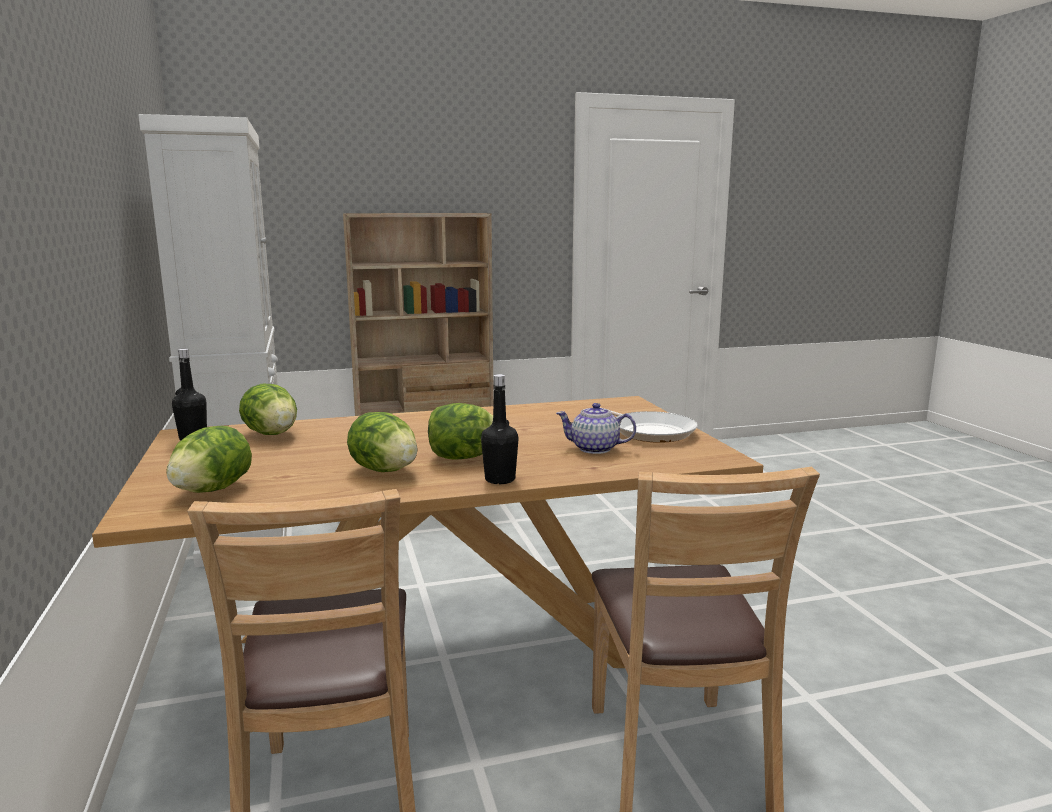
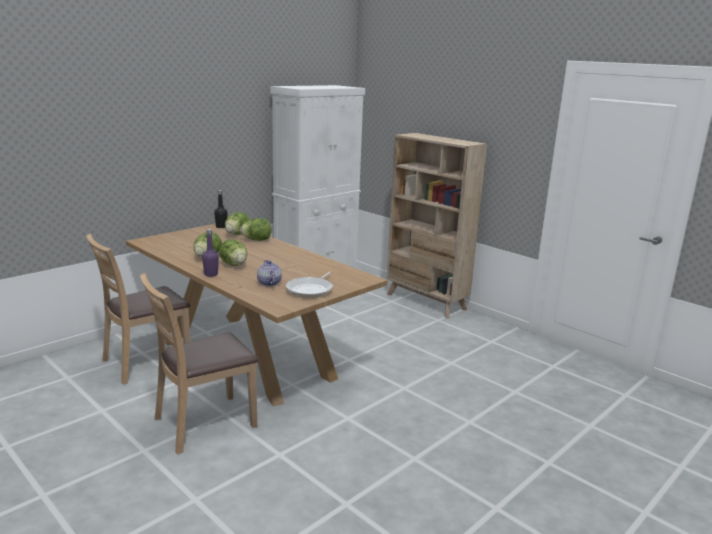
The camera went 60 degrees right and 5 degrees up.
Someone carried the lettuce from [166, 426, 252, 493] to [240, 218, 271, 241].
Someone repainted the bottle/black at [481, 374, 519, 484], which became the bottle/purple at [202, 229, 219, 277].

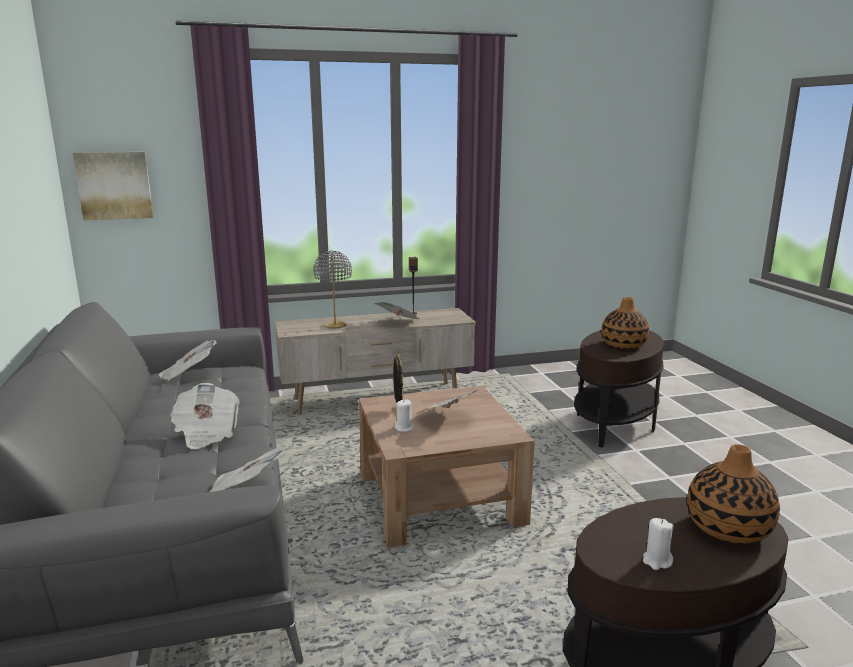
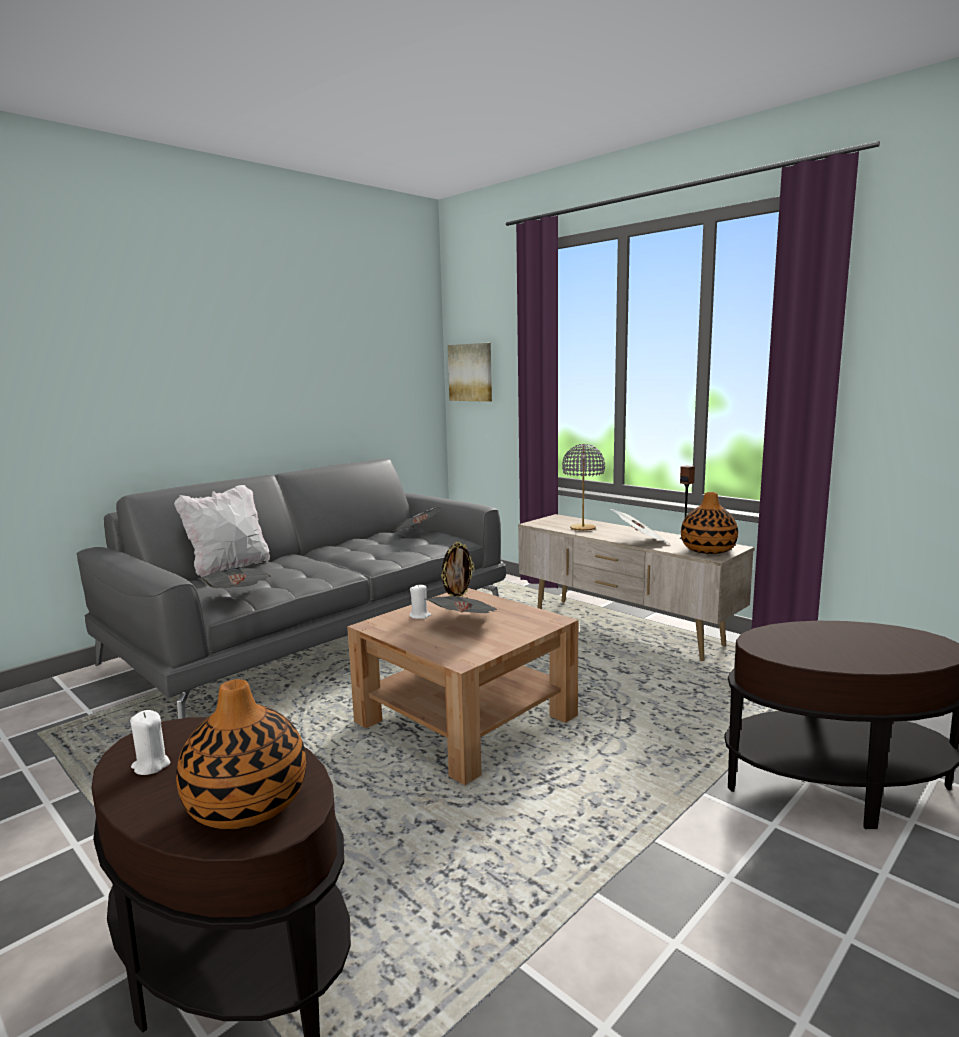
The camera went 60 degrees right and 5 degrees down.
Someone took away the newspaper at [170, 383, 240, 449].
Someone carried the vase from [601, 297, 649, 349] to [681, 492, 738, 554].
Someone put down the pillow/white at [174, 485, 270, 577].

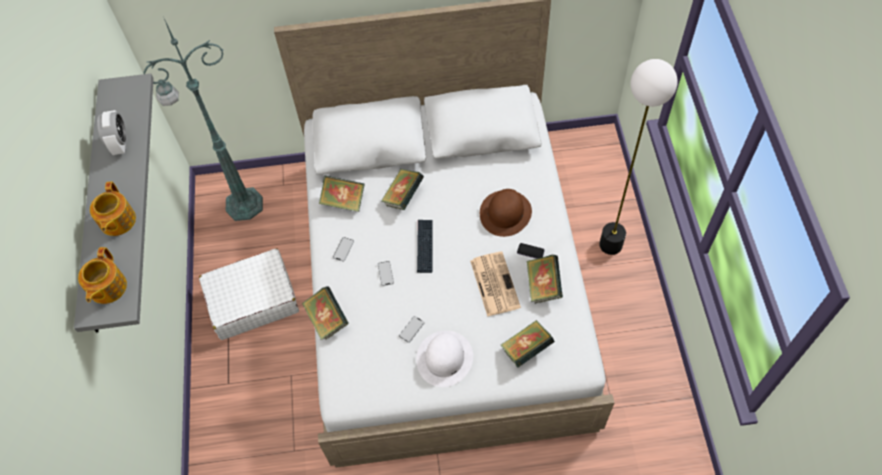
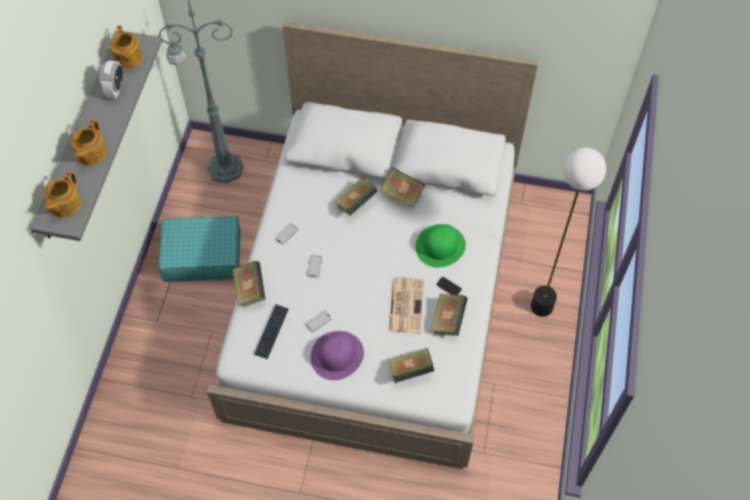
The camera went 15 degrees right and 0 degrees up.
Someone repainted the suitcase/white at [199, 248, 299, 340], which became the suitcase/turquoise at [158, 216, 241, 282].
Someone carried the book from [319, 176, 364, 212] to [380, 167, 425, 208].
Someone repainted the hat/white at [416, 331, 473, 387], which became the hat/purple at [311, 331, 364, 380].
Someone carried the keyboard from [417, 220, 432, 273] to [254, 304, 289, 359].
Someone repainted the hat/brown at [480, 189, 532, 237], which became the hat/green at [416, 224, 466, 268].
Someone put down the teapot at [109, 25, 143, 69].

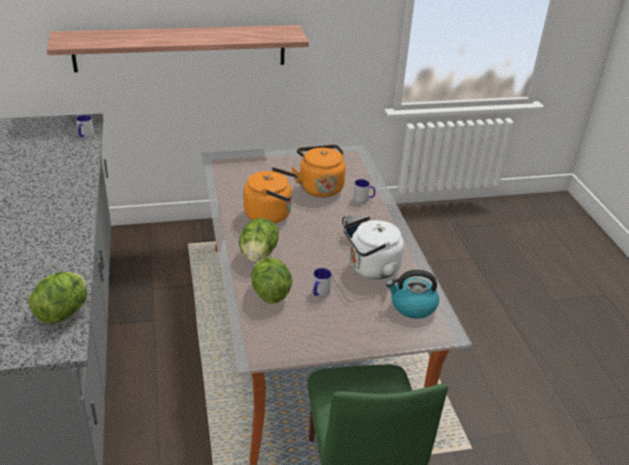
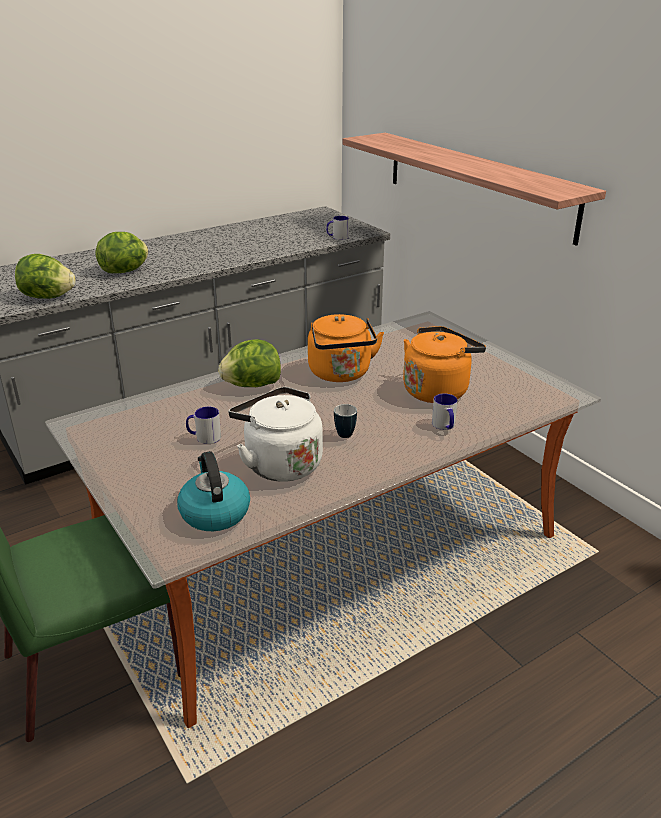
The camera went 70 degrees right and 5 degrees down.
Someone carried the lettuce from [251, 257, 293, 303] to [95, 232, 148, 273].

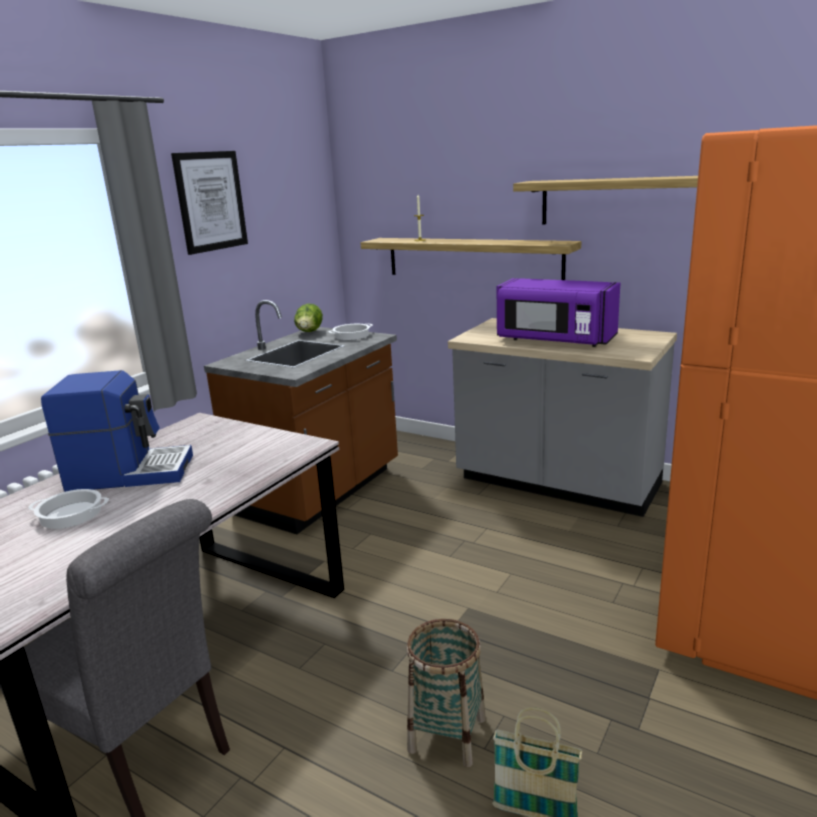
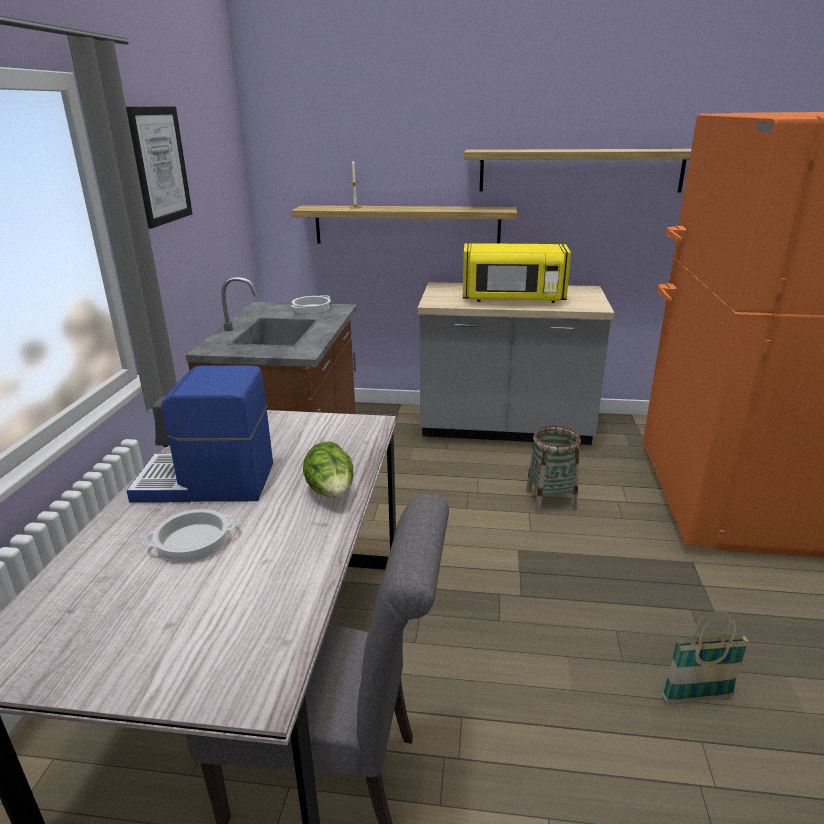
The camera went 25 degrees left and 5 degrees up.
Someone rotated the coffee machine at [41, 370, 193, 492] by 150 degrees counterclockwise.
Someone carried the lettuce from [294, 304, 323, 332] to [303, 441, 353, 497].
Someone carried the basket from [407, 619, 486, 767] to [526, 426, 581, 512].
Someone repainted the microwave/purple at [497, 278, 620, 347], which became the microwave/yellow at [463, 243, 571, 303].

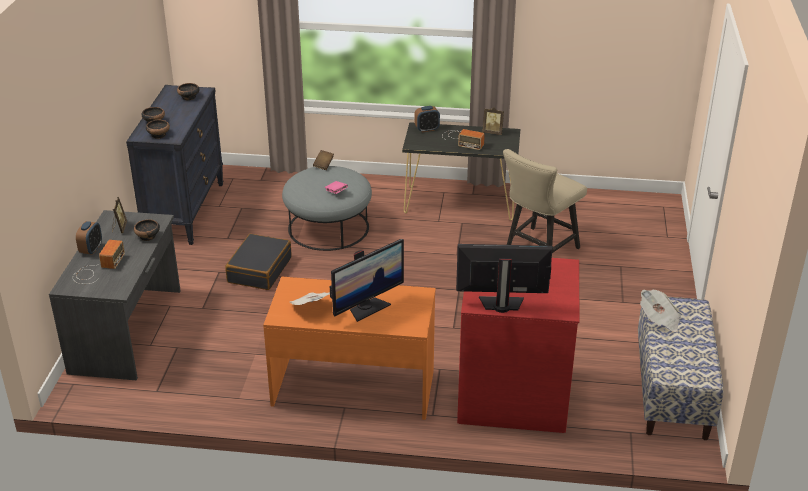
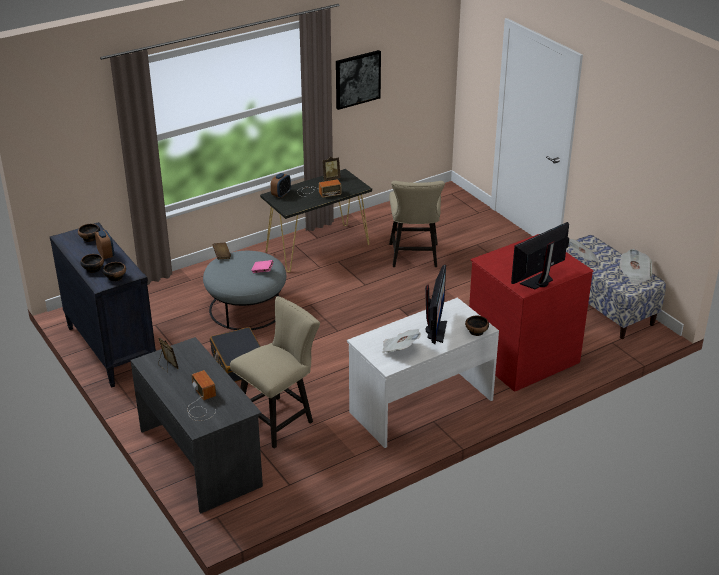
The camera went 40 degrees left and 0 degrees up.
Someone carried the alarm clock from [76, 221, 102, 255] to [95, 230, 114, 259].
Someone carried the bowl from [134, 219, 160, 241] to [465, 315, 489, 336].
Someone repainted the desk/orange at [263, 276, 436, 420], which became the desk/white at [347, 298, 499, 448].
Someone put down the chair/beige at [230, 296, 320, 449].
Someone put up the picture at [336, 50, 381, 110].
Someone put down the newspaper at [619, 249, 652, 285].

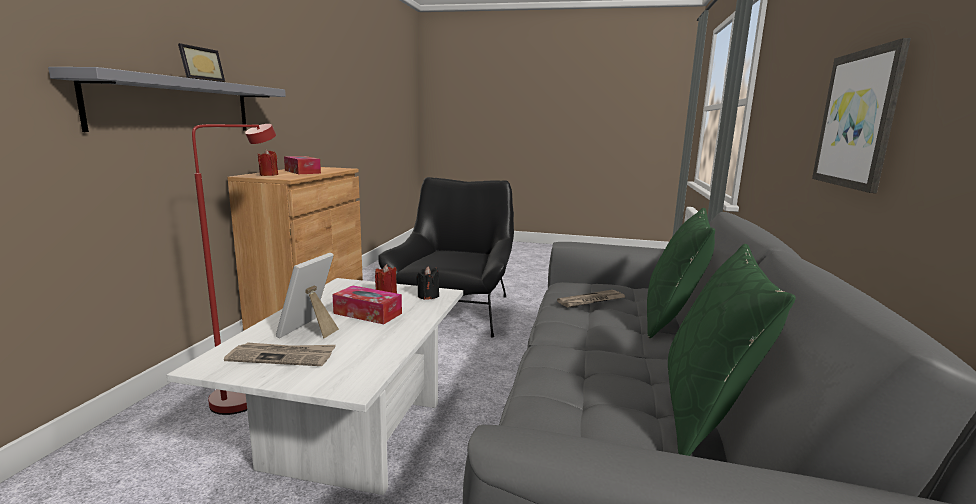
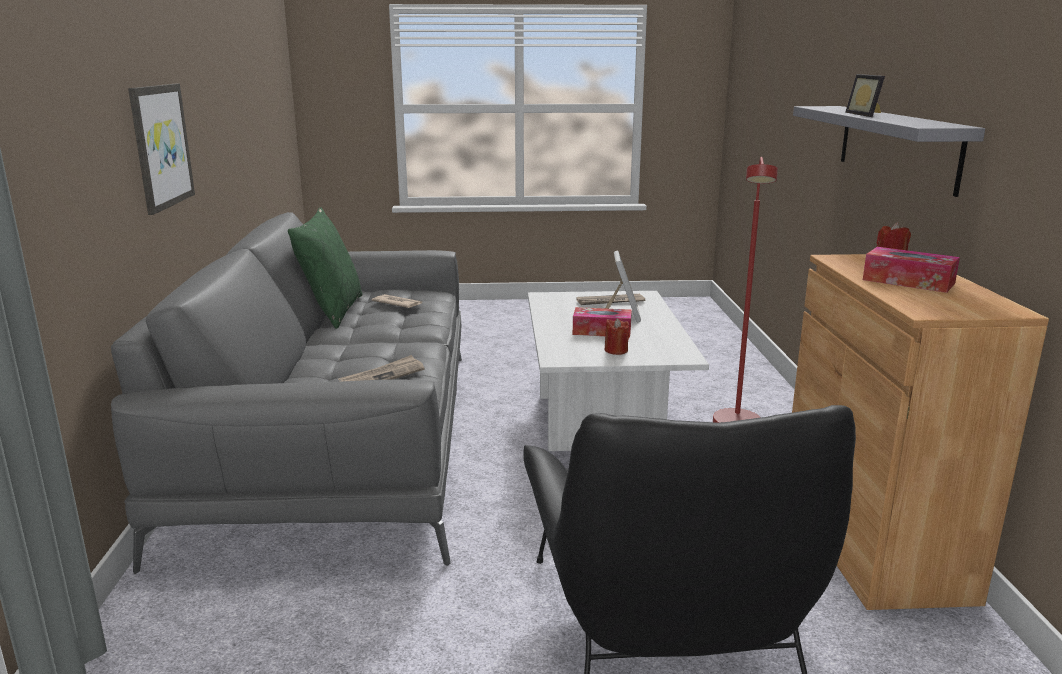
The camera went 165 degrees right and 5 degrees up.
Someone took away the candle/black at [416, 266, 439, 300].
Someone took away the pillow/green at [647, 208, 715, 338].
Someone put down the newspaper at [372, 294, 422, 308].

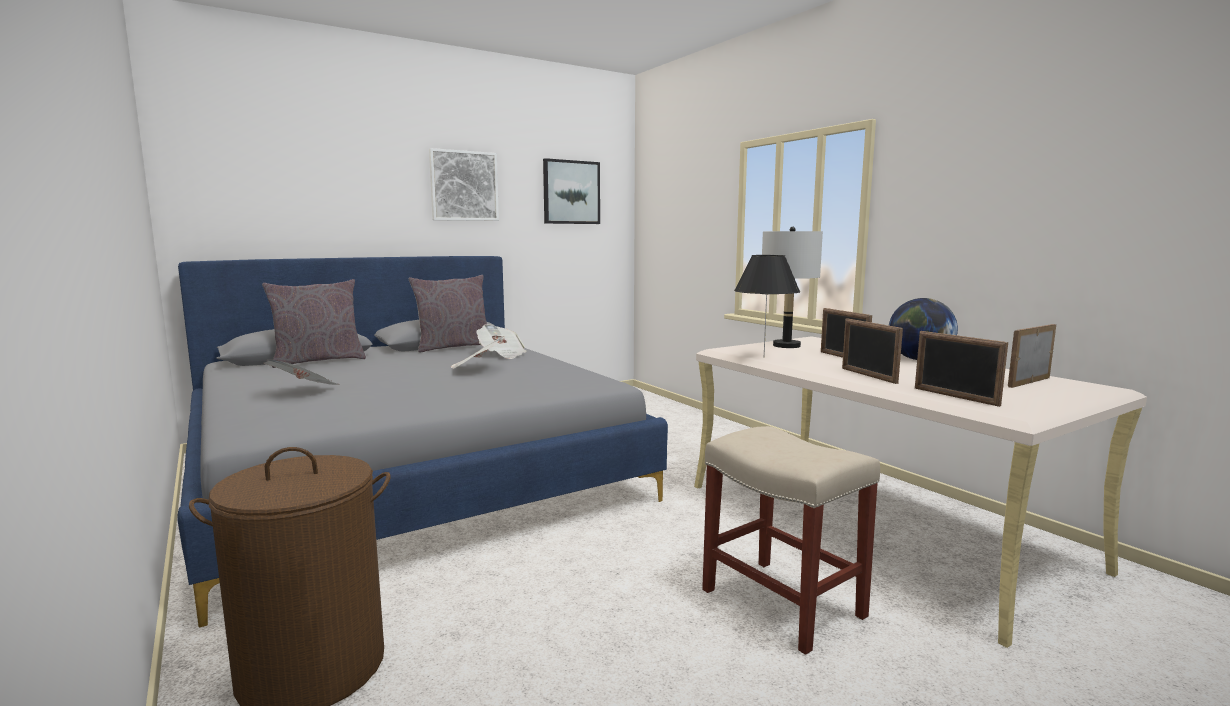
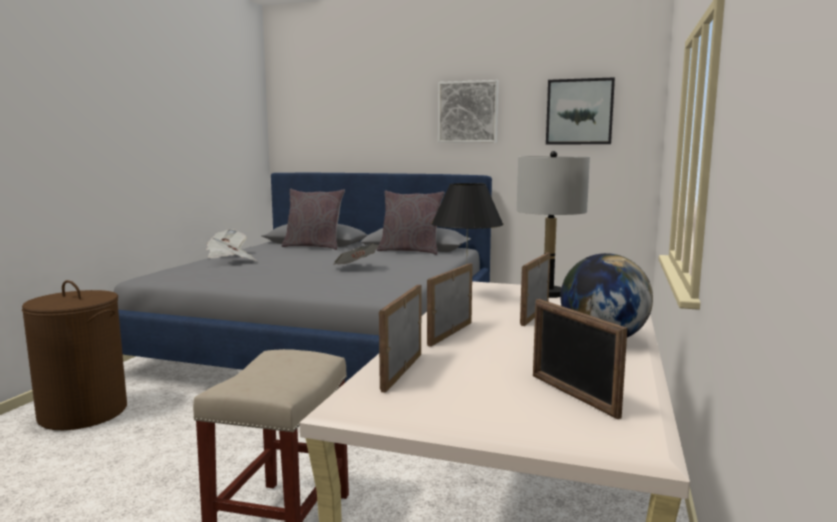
The camera went 50 degrees right and 0 degrees up.
Someone carried the newspaper from [476, 324, 527, 359] to [206, 229, 247, 258].
Someone rotated the picture frame at [1008, 324, 1056, 388] by 135 degrees counterclockwise.

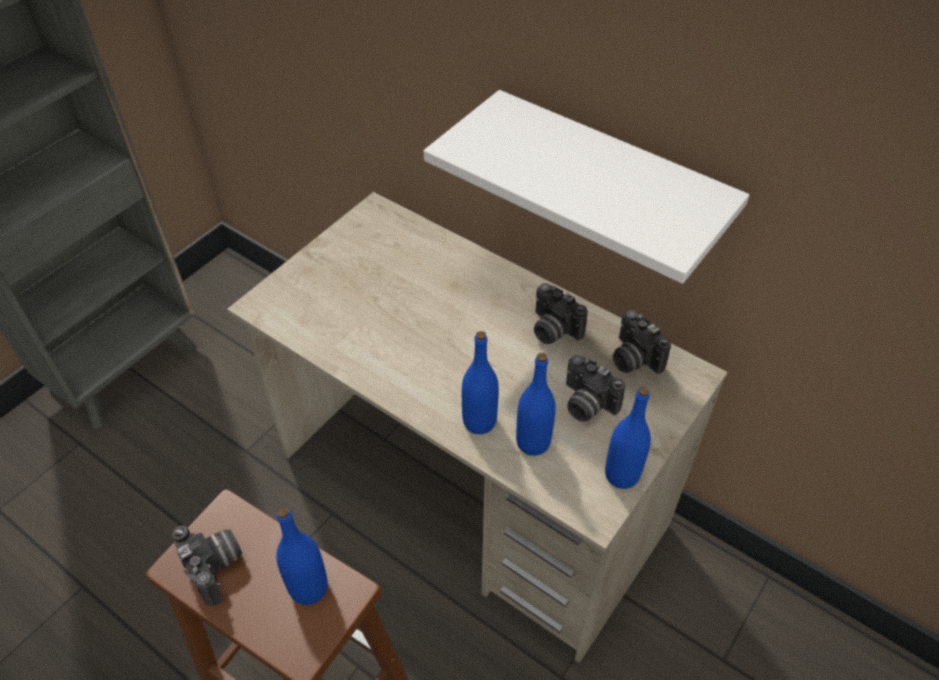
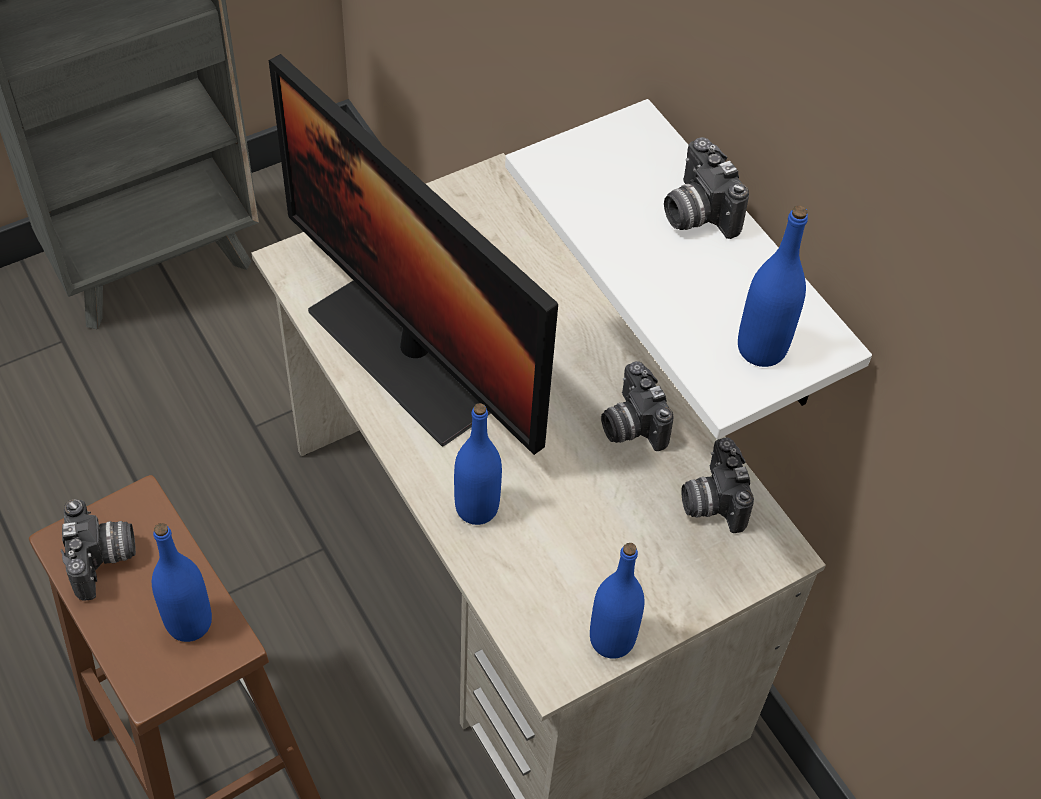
The camera went 20 degrees right and 5 degrees up.
Someone carried the bottle/blue from [516, 353, 556, 456] to [738, 206, 808, 367].
Someone carried the photo camera from [566, 355, 625, 422] to [664, 137, 749, 239].
Someone put down the monitor at [269, 54, 558, 455].

